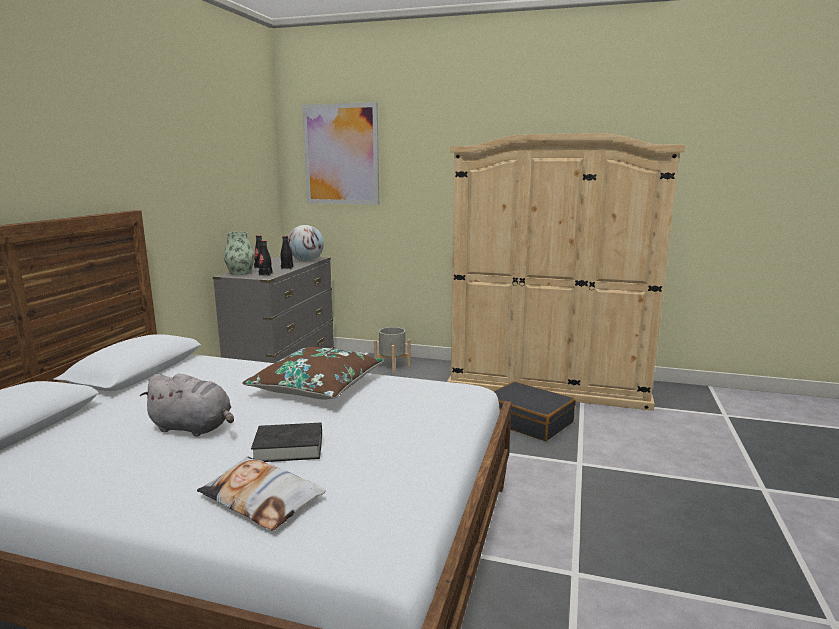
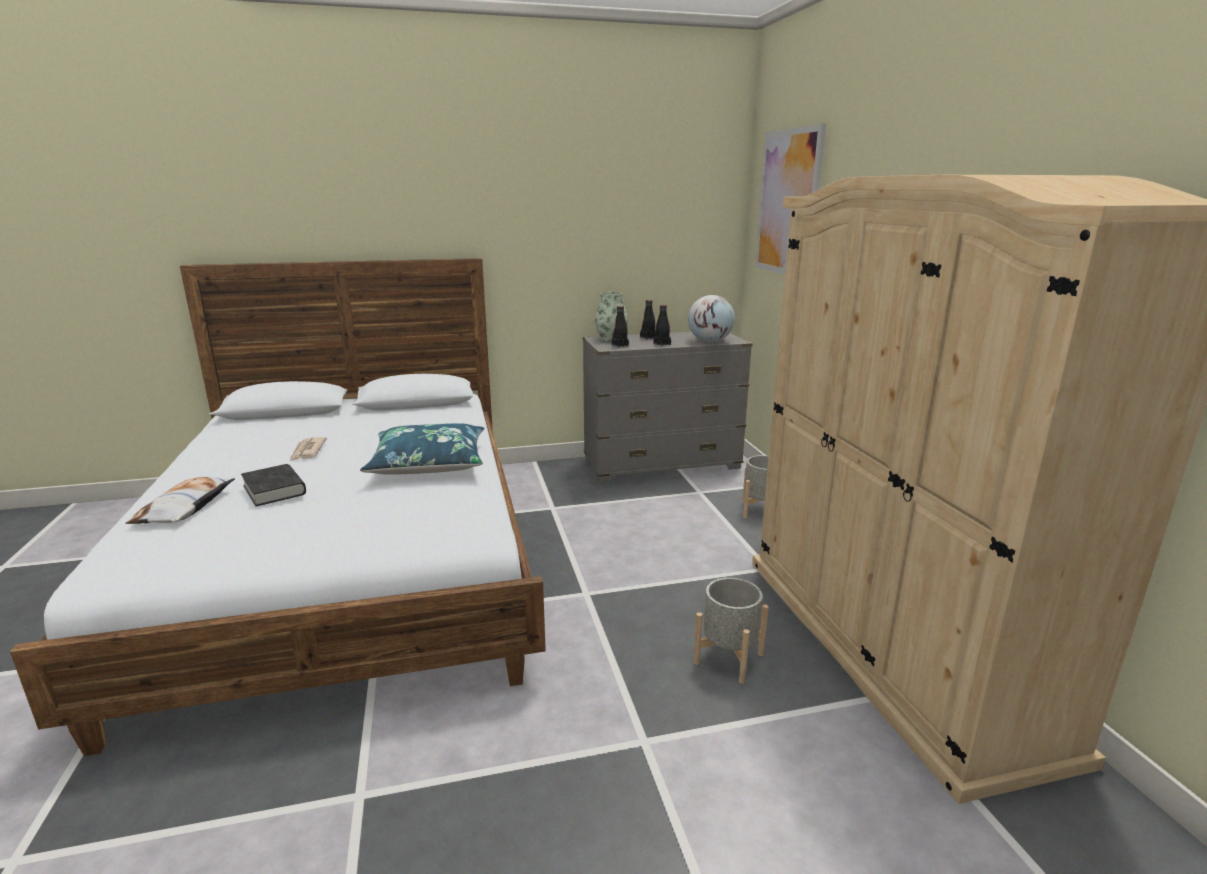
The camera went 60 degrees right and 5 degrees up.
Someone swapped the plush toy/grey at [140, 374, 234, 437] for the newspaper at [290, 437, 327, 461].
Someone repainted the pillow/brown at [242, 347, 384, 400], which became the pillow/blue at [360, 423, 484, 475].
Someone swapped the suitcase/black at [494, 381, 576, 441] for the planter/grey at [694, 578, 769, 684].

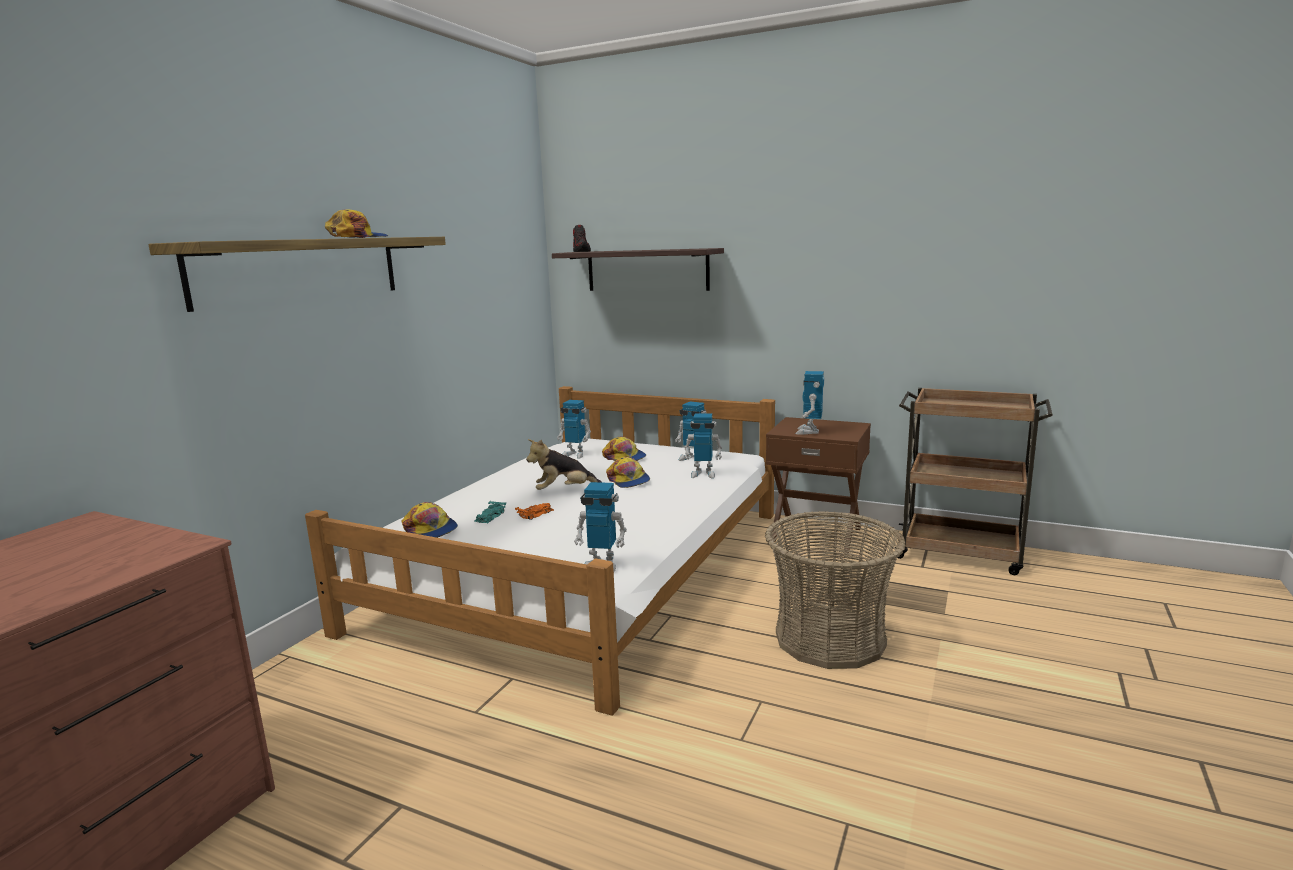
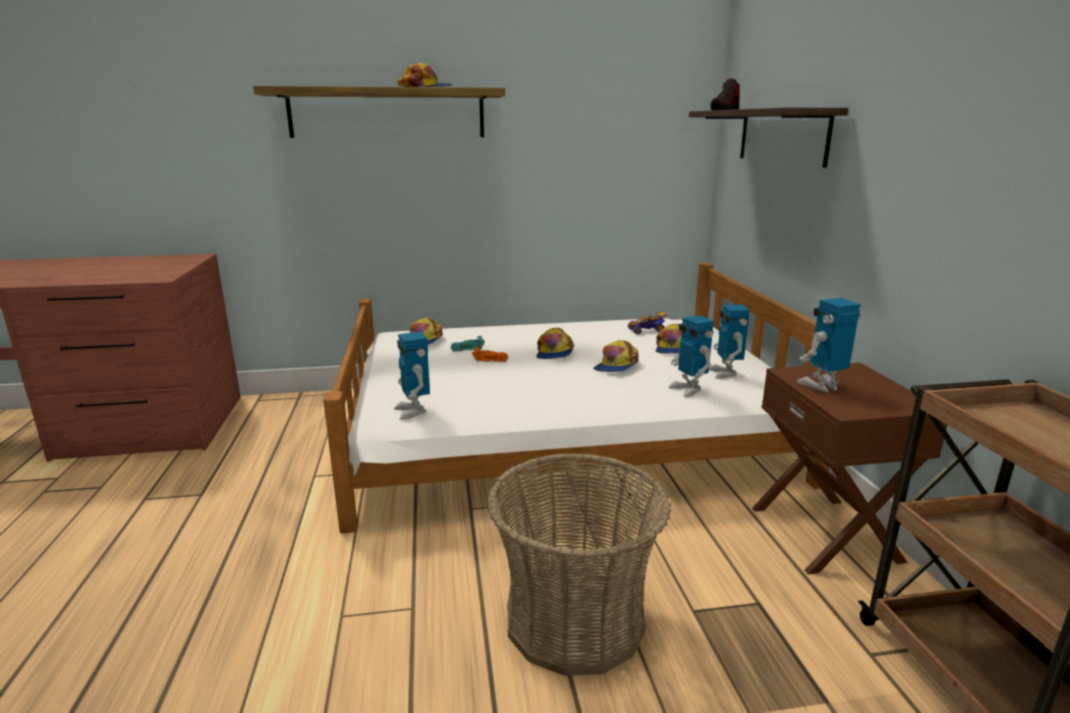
The camera went 55 degrees right and 5 degrees up.
Someone swapped the plush toy at [526, 439, 602, 490] for the cap at [536, 328, 574, 359].
Someone swapped the toy robot at [557, 400, 591, 459] for the toy car at [628, 311, 667, 335].

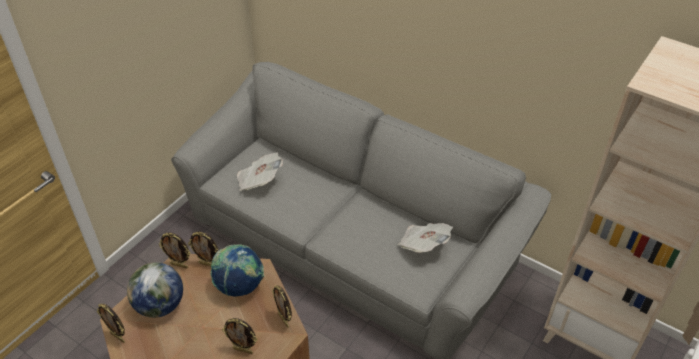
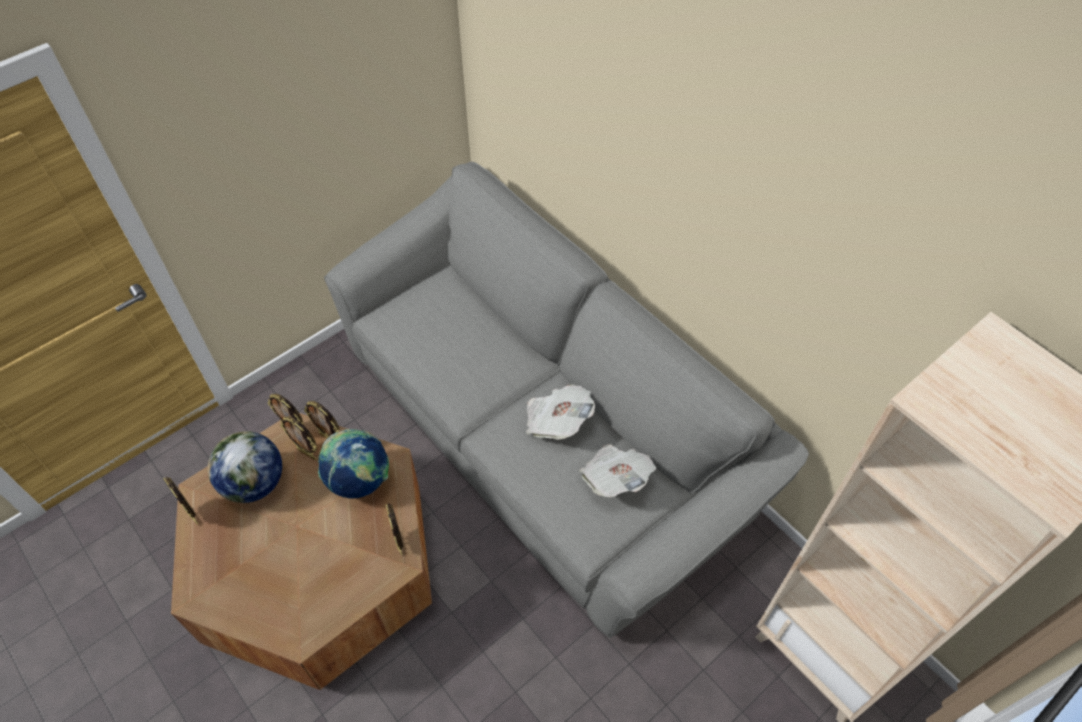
The camera went 15 degrees right and 10 degrees up.
Someone carried the picture frame from [222, 318, 257, 354] to [280, 417, 317, 460].
Someone carried the newspaper from [237, 153, 283, 191] to [526, 384, 595, 440].

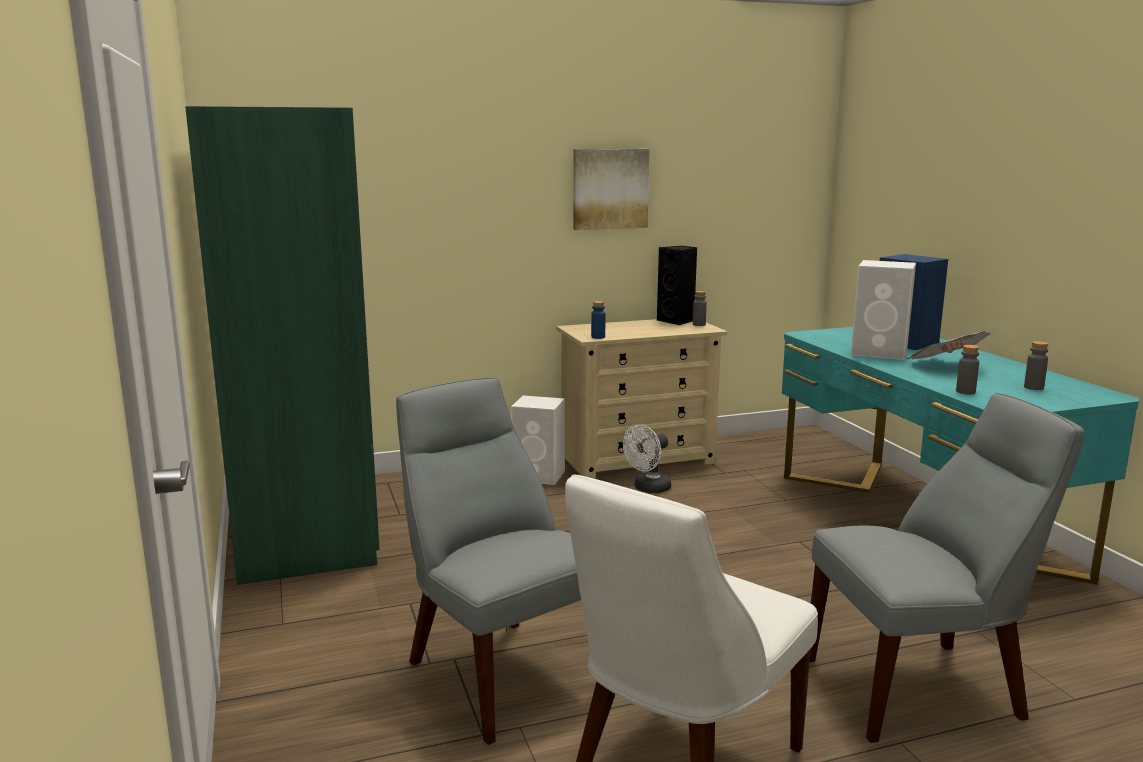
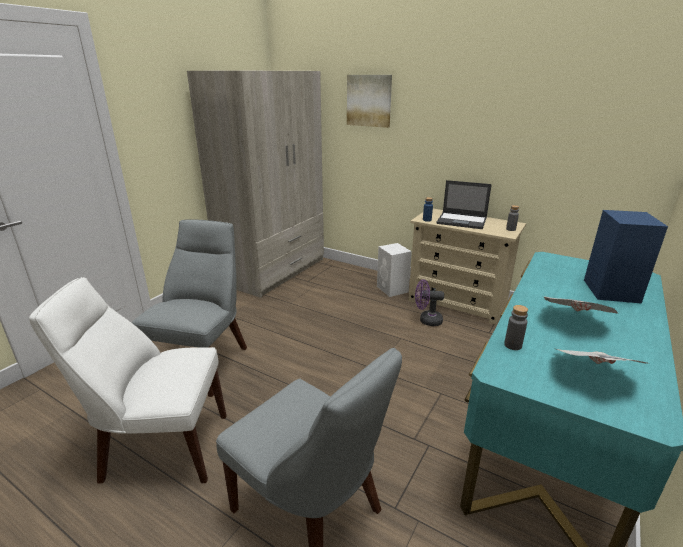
The camera went 50 degrees right and 10 degrees up.
Someone repainted the wardrobe/green at [185, 106, 380, 585], which became the wardrobe/beige at [187, 71, 324, 298].
Someone carried the picture from [573, 149, 649, 230] to [347, 75, 392, 128].
Someone repainted the fan/white at [623, 424, 671, 493], which became the fan/purple at [415, 279, 444, 326].
Someone took away the speaker/black at [657, 246, 698, 325].
Someone took away the speaker/white at [851, 260, 916, 360].
Someone swapped the bottle/grey at [1024, 341, 1048, 390] for the newspaper at [557, 349, 649, 364].
Someone put down the laptop at [436, 180, 492, 229].

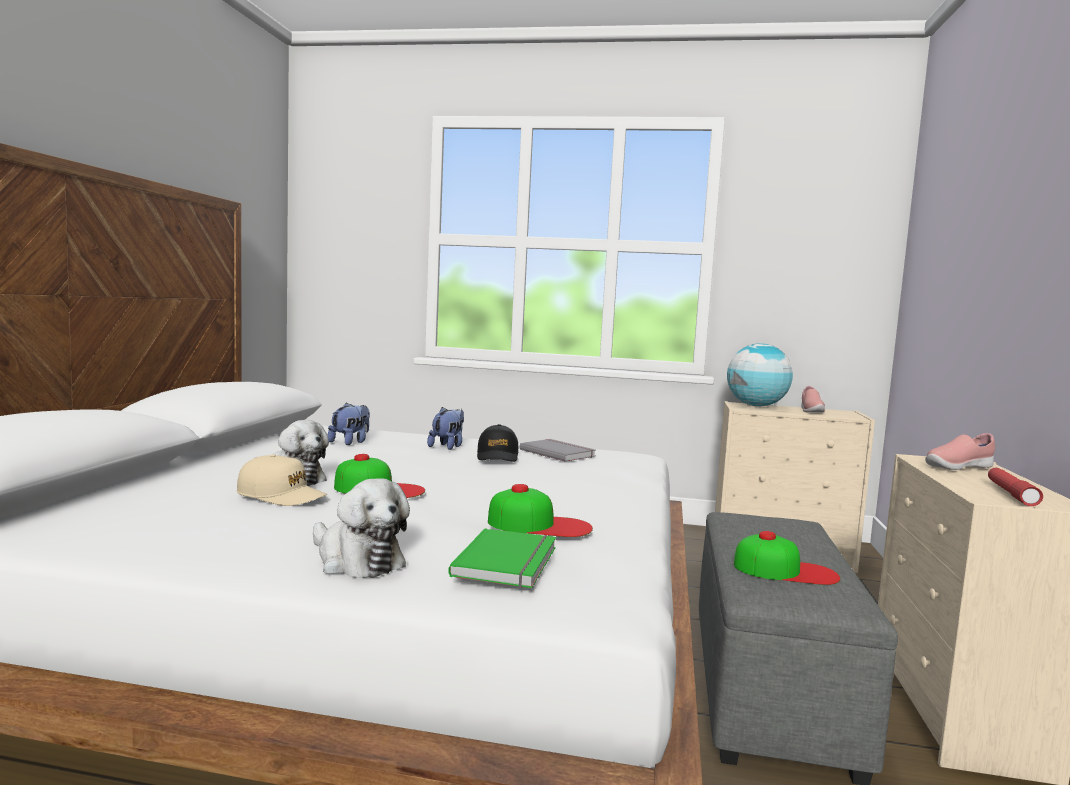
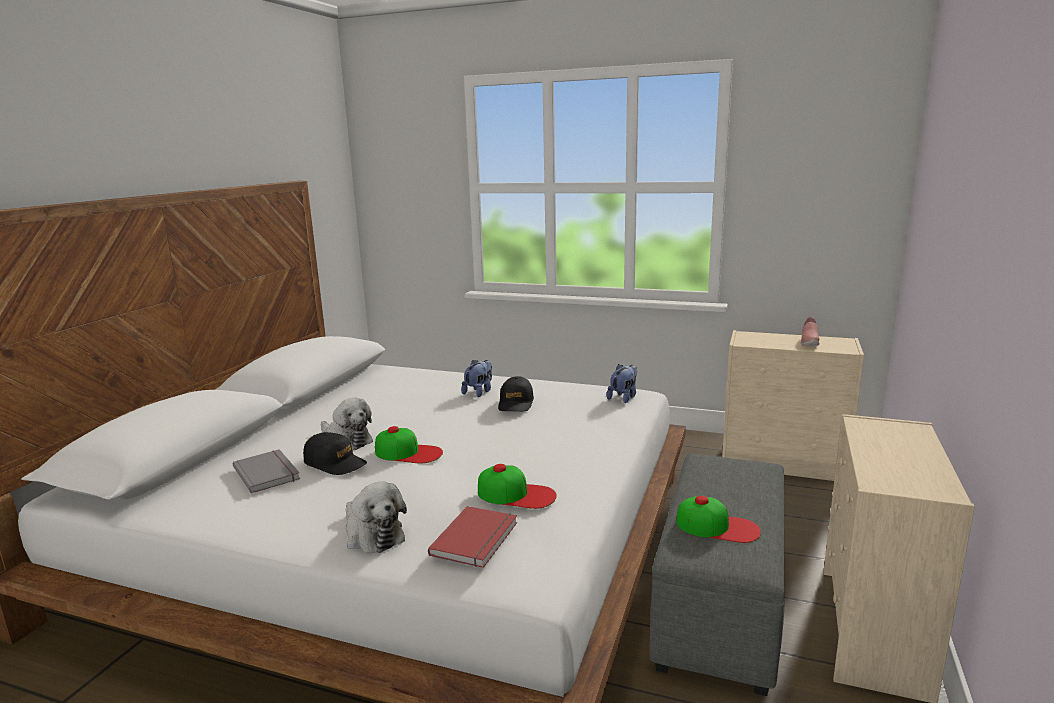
The camera went 10 degrees right and 10 degrees up.
Someone repainted the cap/beige at [237, 454, 327, 506], which became the cap/black at [303, 432, 367, 475].
Someone carried the plush toy from [327, 402, 370, 445] to [607, 364, 637, 403].
Someone repainted the book/green at [448, 528, 556, 588], which became the book/red at [428, 506, 517, 568].
Someone carried the book/grey from [520, 439, 595, 462] to [233, 449, 300, 493].
Someone took away the globe at [727, 343, 793, 407].
Someone took away the shoe/pink at [925, 433, 995, 470].
Someone took away the flashlight/red at [988, 468, 1043, 506].

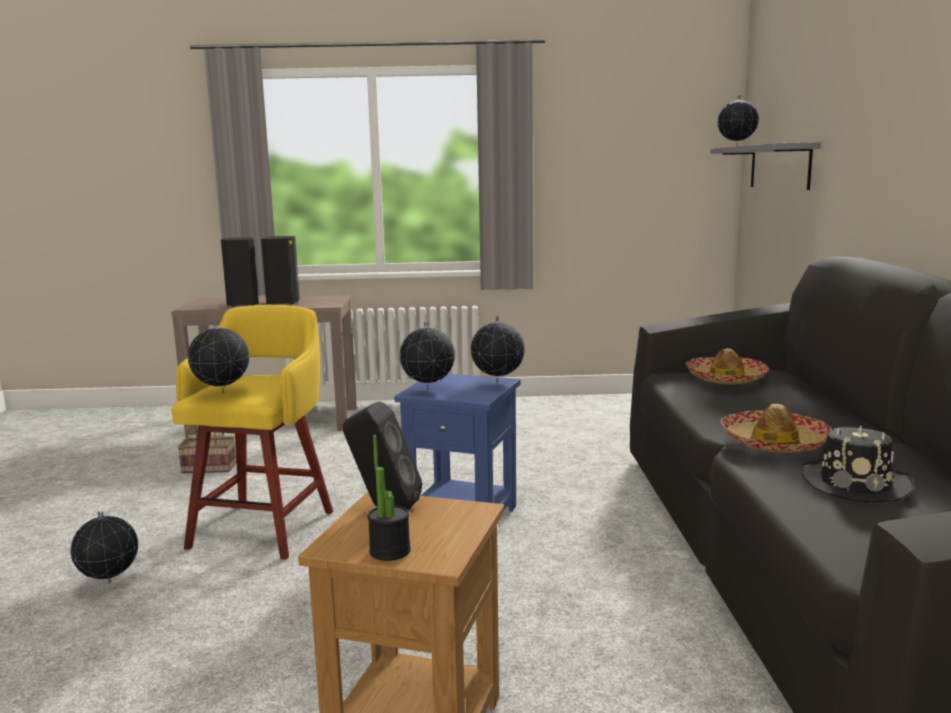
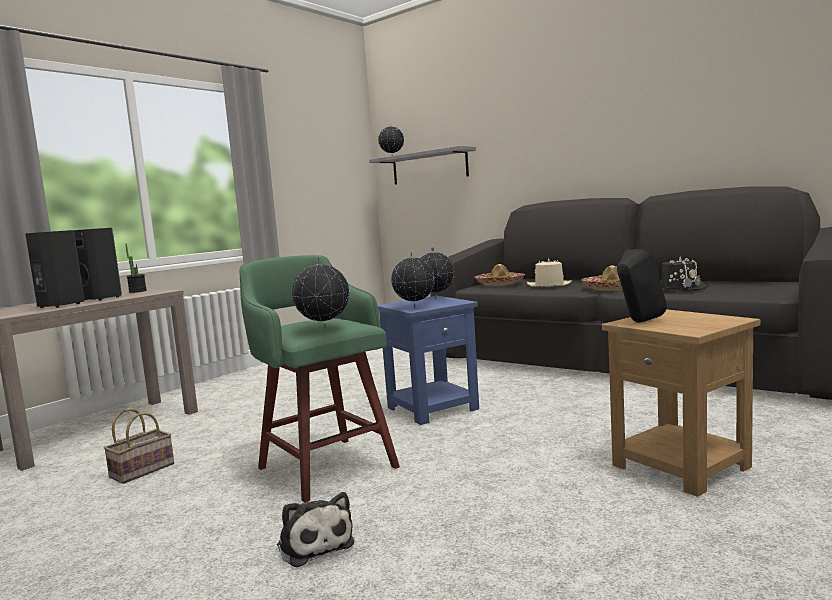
The camera went 50 degrees left and 5 degrees down.
Someone swapped the globe at [70, 511, 138, 583] for the plush toy at [277, 492, 354, 567].
Someone repainted the stool/yellow at [171, 305, 333, 560], which became the stool/green at [240, 255, 400, 502].
Someone carried the potted plant from [368, 435, 411, 561] to [125, 244, 147, 293].
Someone put down the hat/beige at [527, 257, 572, 287].

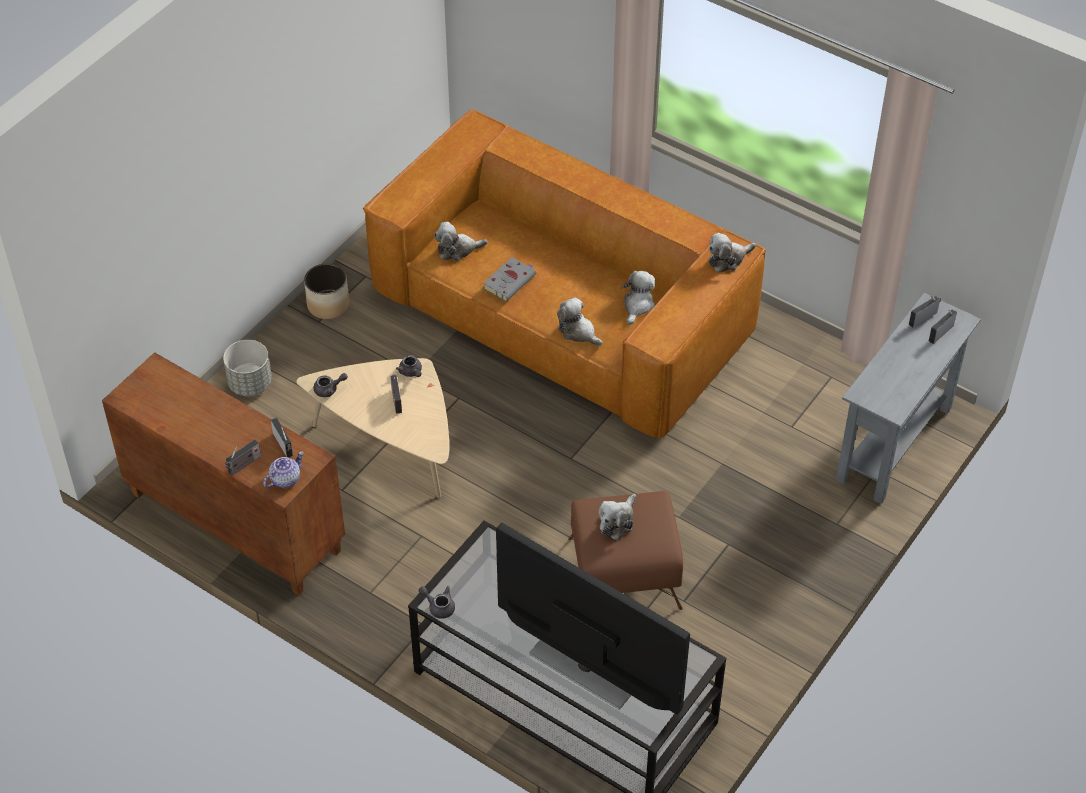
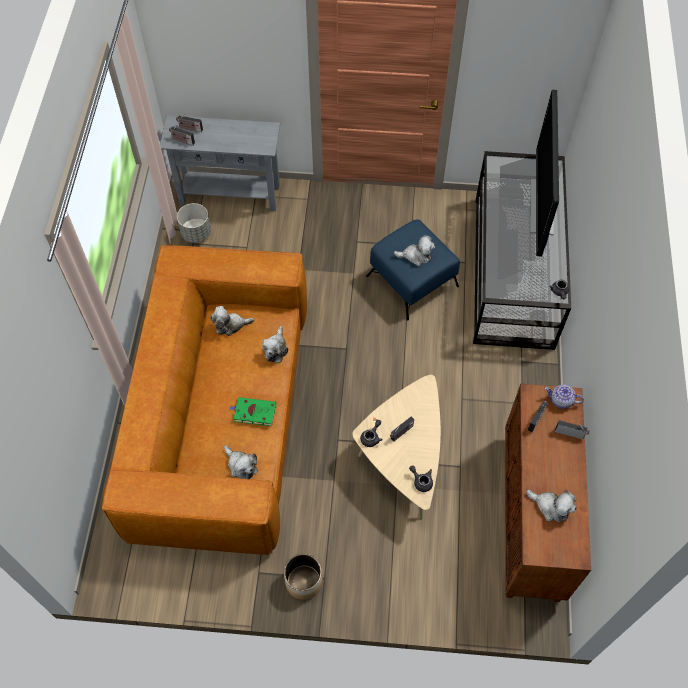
The camera went 120 degrees left and 10 degrees up.
Someone carried the planter/grey from [223, 340, 272, 396] to [177, 203, 211, 243].
Someone repainted the book/grey at [483, 257, 536, 302], which became the book/green at [230, 397, 276, 426].
Someone repainted the ottoman/brown at [568, 491, 683, 610], which became the ottoman/blue at [366, 219, 460, 320].
Someone carried the plush toy from [708, 233, 756, 272] to [527, 490, 576, 522].

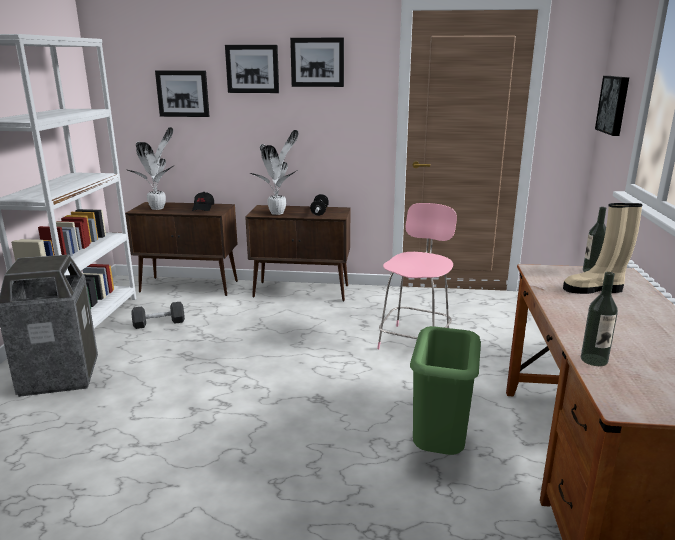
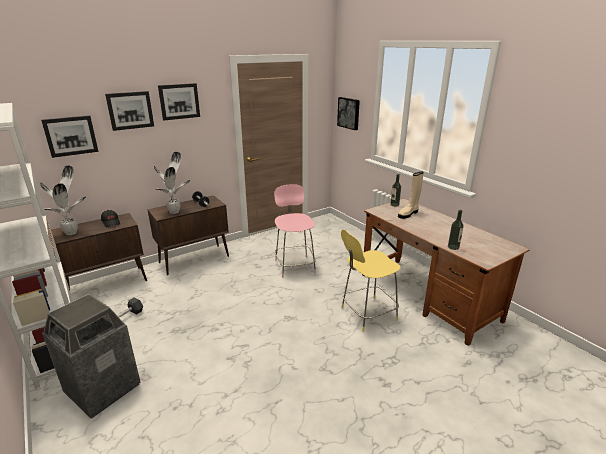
The camera went 40 degrees left and 5 degrees up.
Someone swapped the trash can/green at [410, 326, 481, 455] for the stool/yellow at [341, 230, 400, 332].

